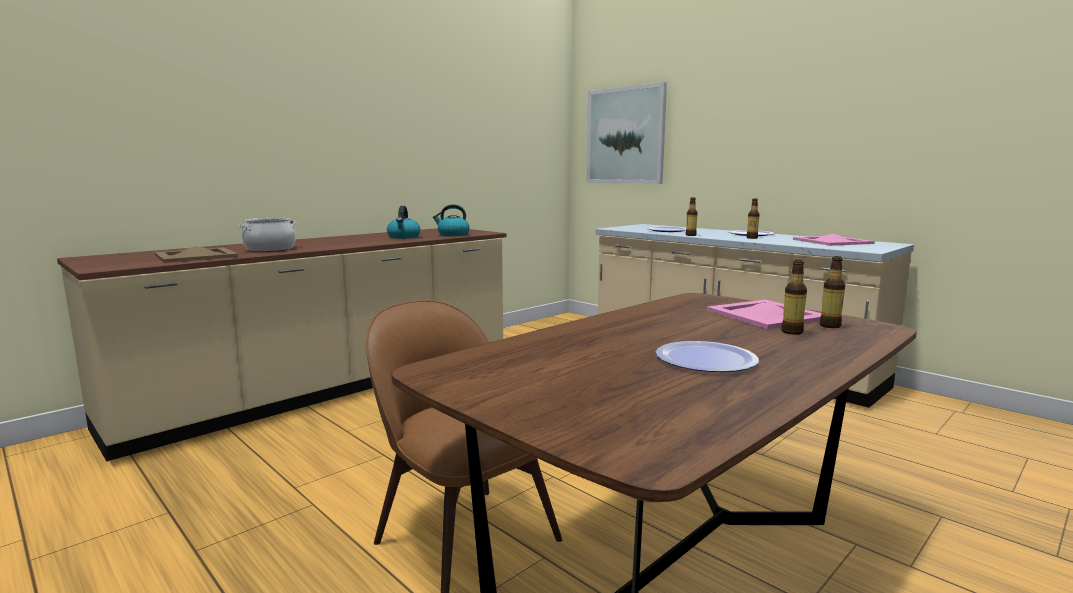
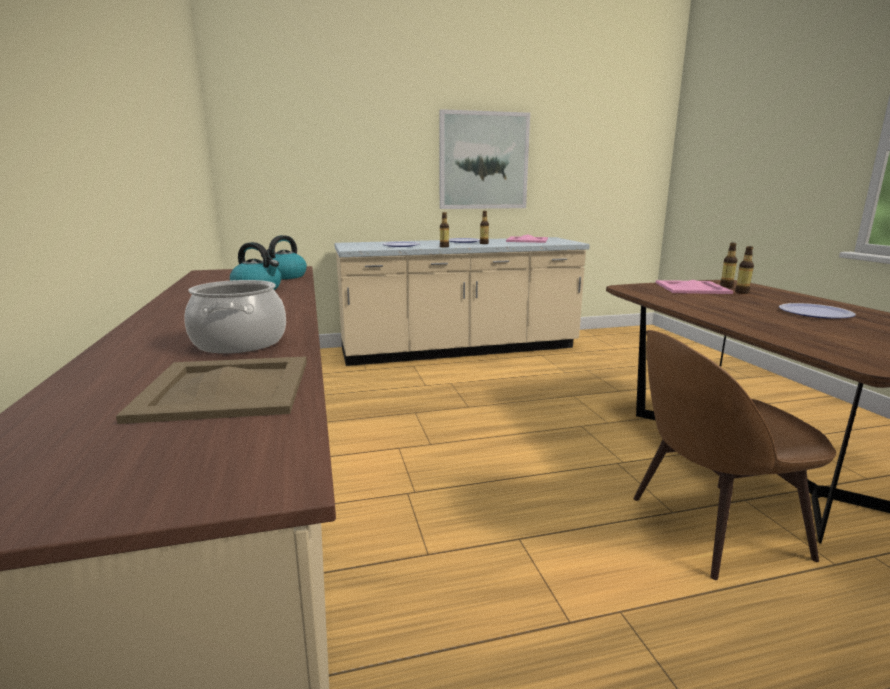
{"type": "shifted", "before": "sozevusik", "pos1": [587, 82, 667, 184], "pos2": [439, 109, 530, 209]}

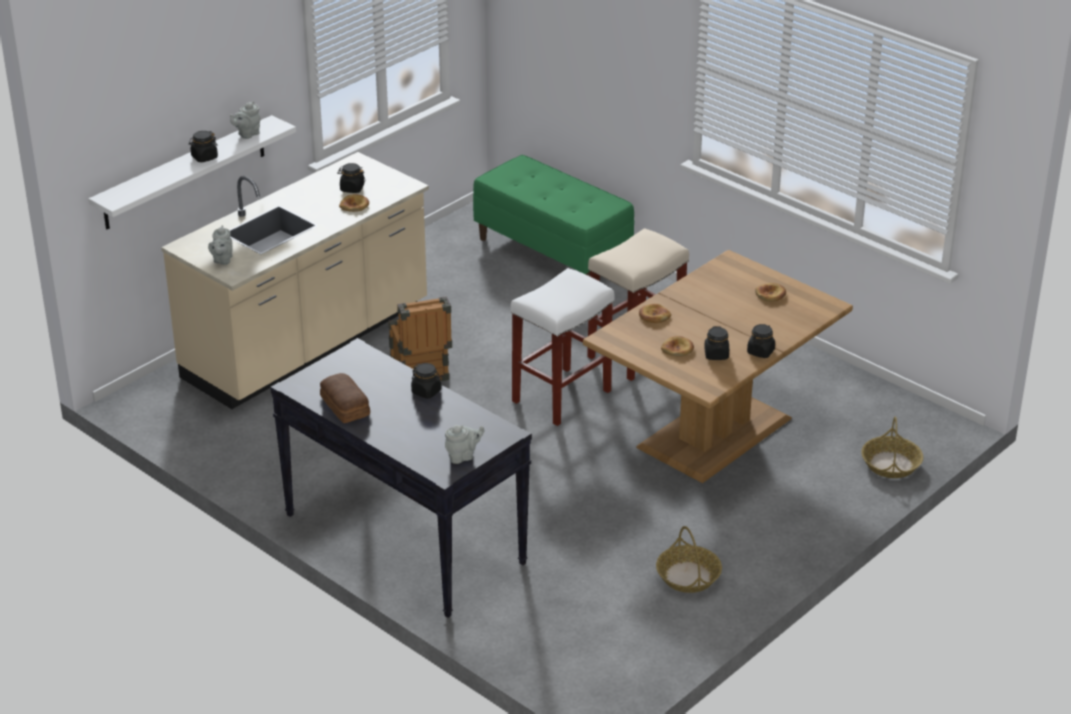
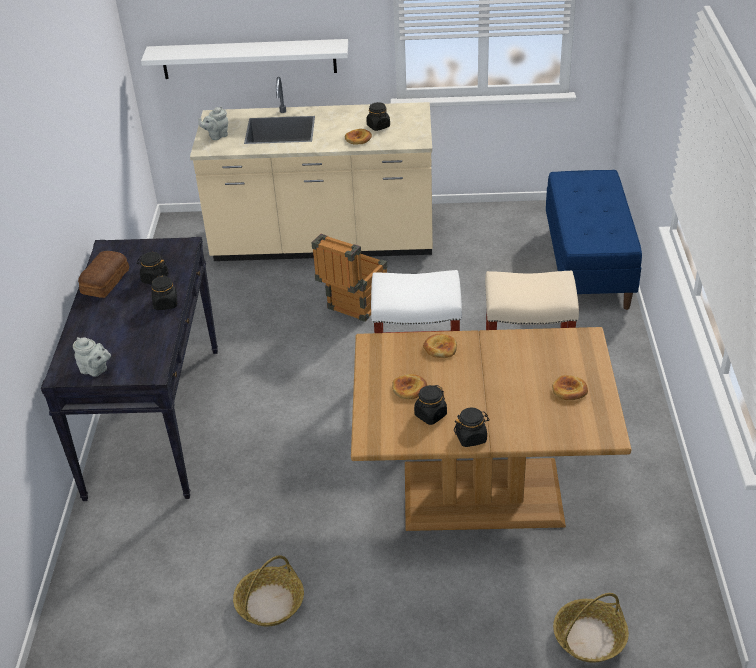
{"type": "shifted", "before": "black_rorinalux", "pos1": [189, 131, 218, 162], "pos2": [137, 252, 168, 284]}
{"type": "repainted", "before": "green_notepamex", "after": "blue_notepamex", "pos1": [473, 155, 634, 276], "pos2": [546, 170, 642, 310]}
{"type": "gone", "before": "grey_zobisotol", "pos1": [230, 101, 260, 139]}

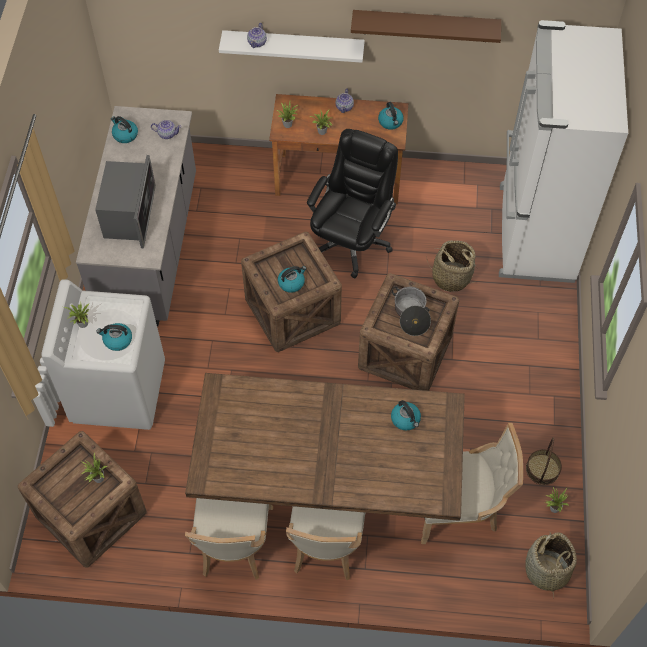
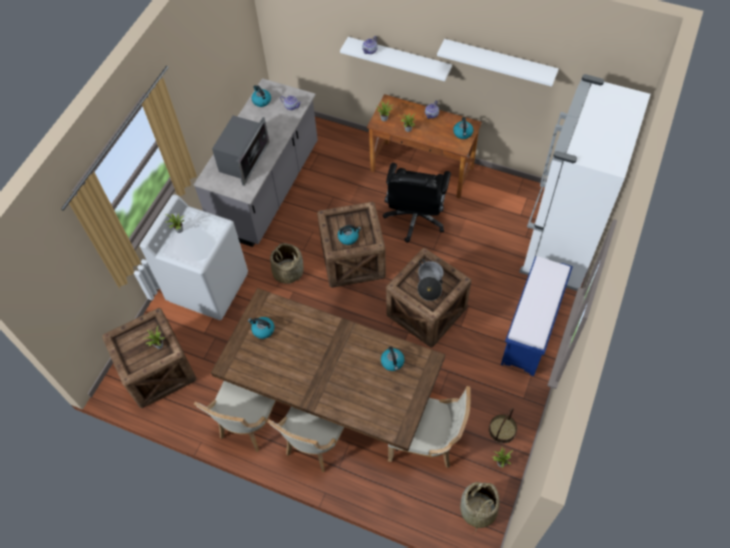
{"type": "shifted", "before": "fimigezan", "pos1": [96, 323, 132, 351], "pos2": [248, 317, 274, 339]}
{"type": "shifted", "before": "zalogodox", "pos1": [426, 240, 476, 292], "pos2": [270, 243, 304, 284]}
{"type": "rotated", "before": "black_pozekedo", "pos1": [307, 129, 398, 278], "pos2": [383, 163, 451, 243], "turn": 150}
{"type": "repainted", "before": "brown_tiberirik", "after": "white_tiberirik", "pos1": [351, 10, 501, 43], "pos2": [437, 39, 559, 87]}
{"type": "new", "after": "blue_notepamex", "pos2": [501, 256, 573, 376]}

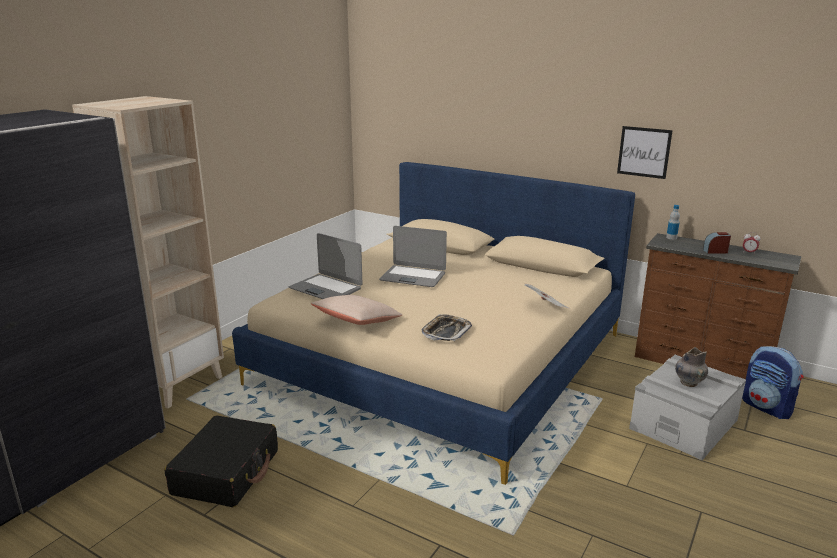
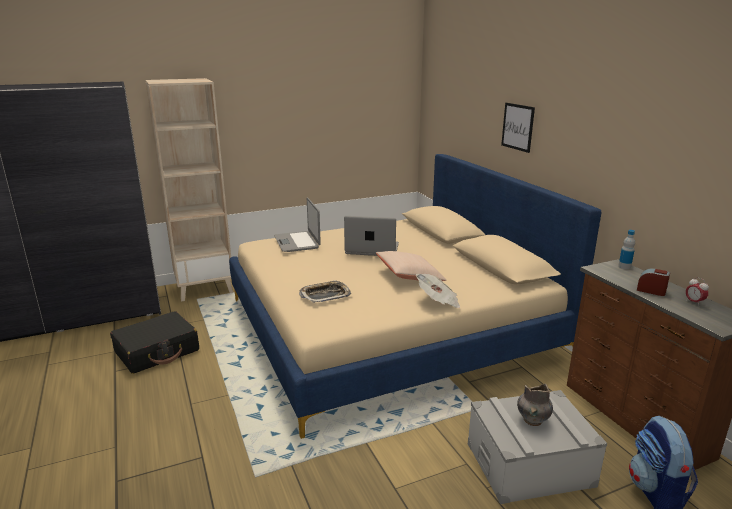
{"type": "rotated", "before": "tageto", "pos1": [379, 226, 447, 287], "pos2": [344, 216, 399, 256], "turn": 135}
{"type": "shifted", "before": "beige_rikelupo", "pos1": [311, 295, 402, 325], "pos2": [376, 251, 446, 281]}
{"type": "shifted", "before": "sozevusik", "pos1": [617, 126, 673, 179], "pos2": [501, 103, 535, 153]}

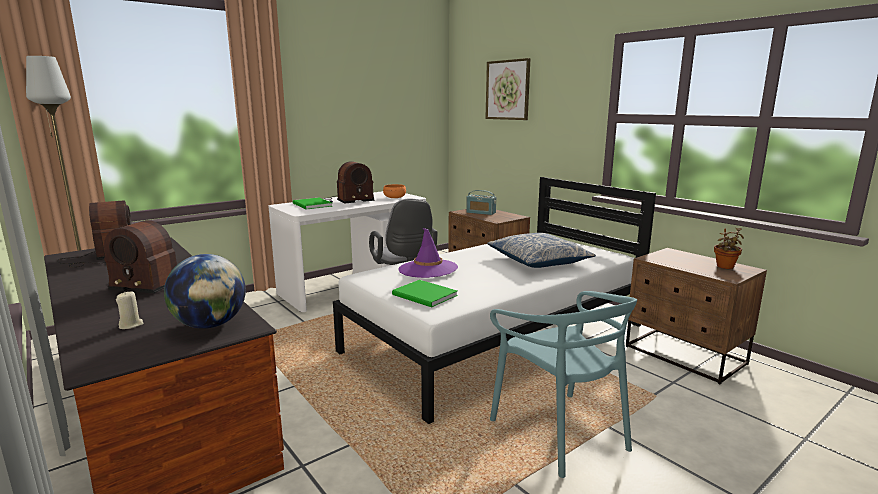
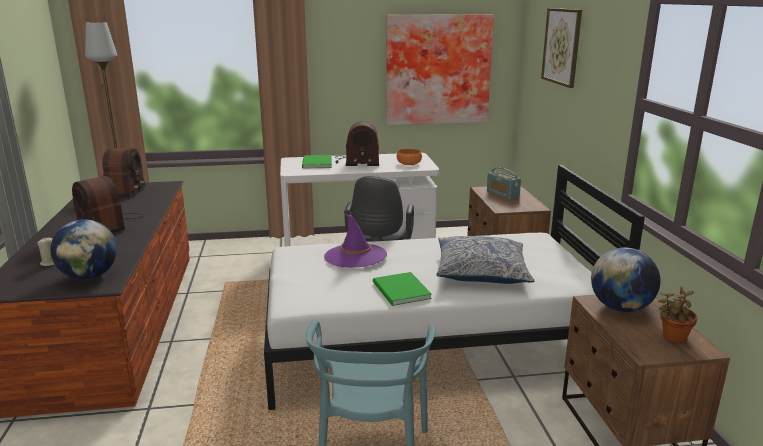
{"type": "shifted", "before": "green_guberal", "pos1": [392, 280, 458, 307], "pos2": [373, 272, 432, 306]}
{"type": "new", "after": "sozevusik", "pos2": [386, 14, 494, 125]}
{"type": "new", "after": "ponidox", "pos2": [591, 247, 660, 312]}

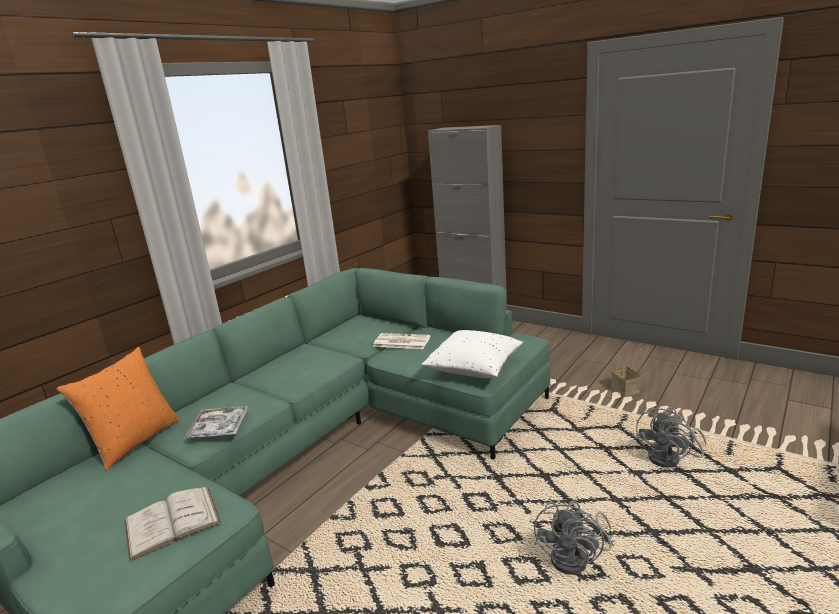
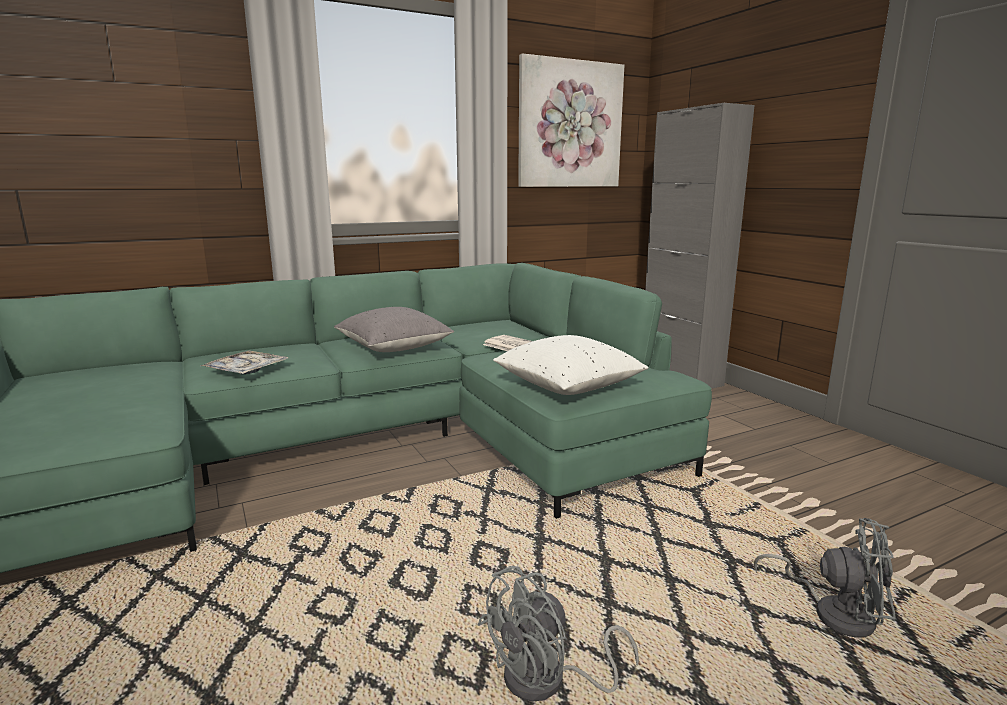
{"type": "new", "after": "grey_rikelupo", "pos2": [334, 307, 454, 352]}
{"type": "new", "after": "sozevusik", "pos2": [518, 53, 624, 187]}
{"type": "rotated", "before": "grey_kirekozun", "pos1": [635, 407, 706, 468], "pos2": [754, 518, 896, 638], "turn": -135}
{"type": "gone", "before": "orange_rikelupo", "pos1": [57, 347, 180, 471]}
{"type": "gone", "before": "white_guberal", "pos1": [125, 487, 221, 562]}
{"type": "gone", "before": "zalogodox", "pos1": [611, 345, 642, 396]}

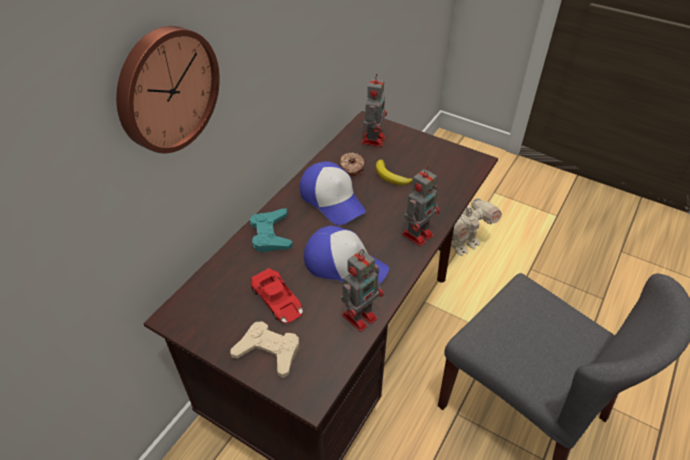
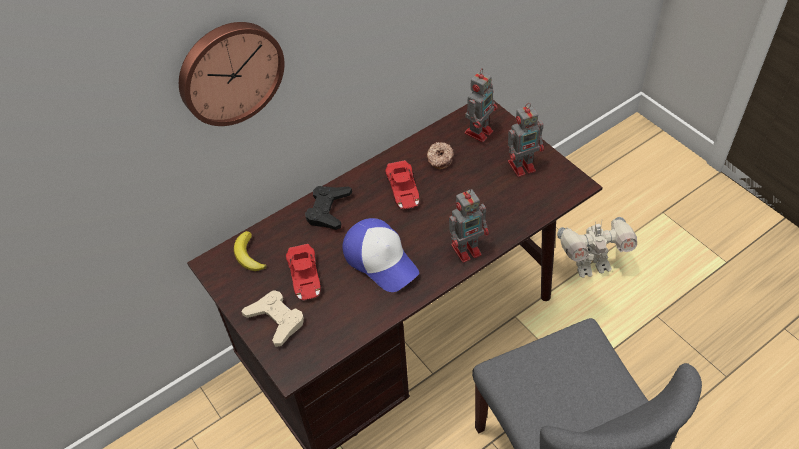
{"type": "shifted", "before": "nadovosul", "pos1": [375, 160, 413, 186], "pos2": [234, 231, 267, 271]}
{"type": "repainted", "before": "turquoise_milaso", "after": "black_milaso", "pos1": [250, 208, 293, 252], "pos2": [305, 186, 352, 230]}
{"type": "swapped", "before": "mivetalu", "after": "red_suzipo", "pos1": [299, 161, 366, 225], "pos2": [385, 160, 419, 209]}
{"type": "shifted", "before": "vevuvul", "pos1": [341, 249, 384, 332], "pos2": [508, 103, 544, 177]}

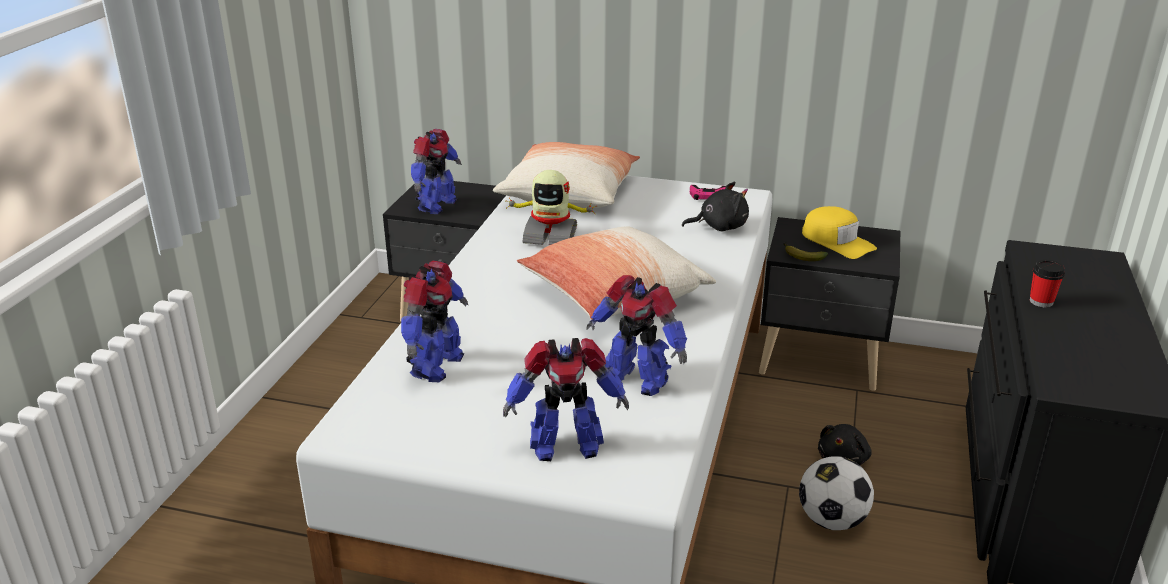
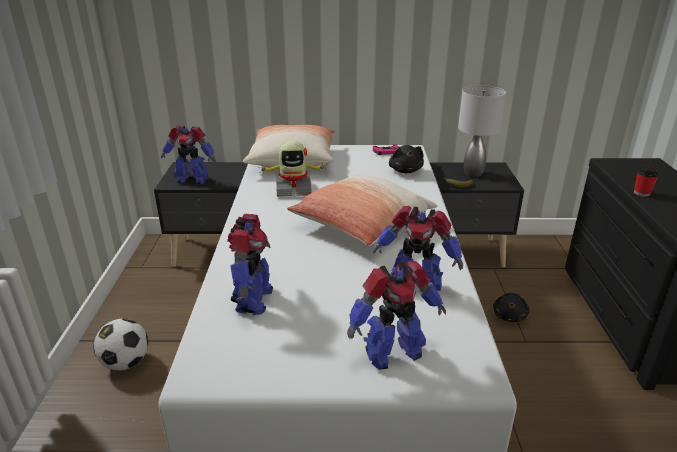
{"type": "shifted", "before": "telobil", "pos1": [799, 456, 874, 530], "pos2": [94, 318, 148, 371]}
{"type": "rotated", "before": "vevuvul", "pos1": [411, 129, 462, 214], "pos2": [161, 125, 216, 184], "turn": 90}
{"type": "rotated", "before": "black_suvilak", "pos1": [682, 182, 749, 231], "pos2": [389, 145, 424, 173], "turn": 105}
{"type": "swapped", "before": "yellow_mivetalu", "after": "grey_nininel", "pos1": [802, 206, 877, 259], "pos2": [458, 85, 506, 177]}

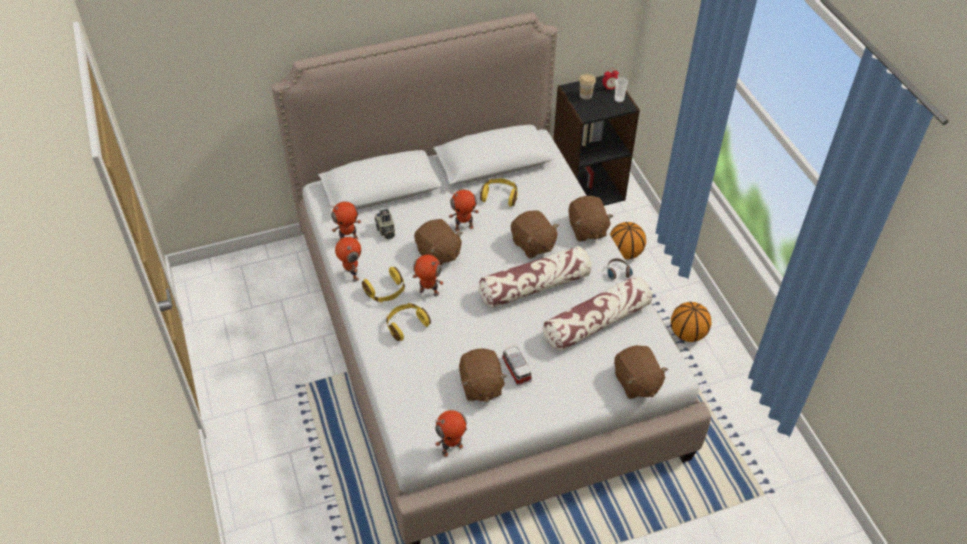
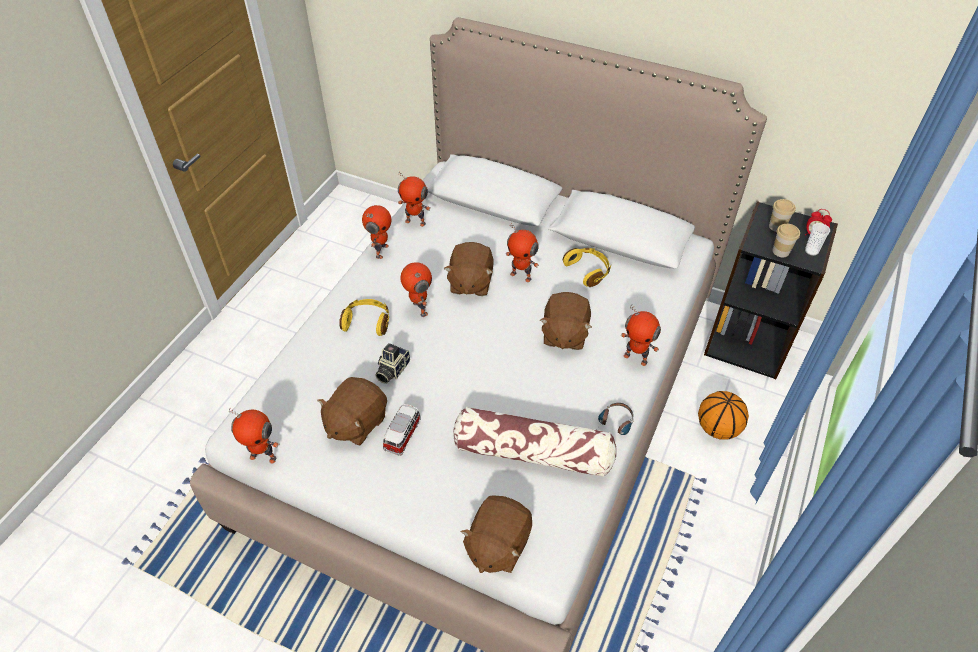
{"type": "shifted", "before": "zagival", "pos1": [374, 209, 395, 240], "pos2": [375, 343, 410, 384]}
{"type": "swapped", "before": "brown_suvilak", "after": "vevuvul", "pos1": [569, 196, 613, 242], "pos2": [621, 304, 661, 366]}
{"type": "new", "after": "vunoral", "pos2": [772, 224, 800, 257]}
{"type": "gone", "before": "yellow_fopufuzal", "pos1": [362, 267, 405, 303]}
{"type": "gone", "before": "rikelupo", "pos1": [479, 246, 592, 308]}
{"type": "gone", "before": "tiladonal", "pos1": [671, 302, 712, 342]}

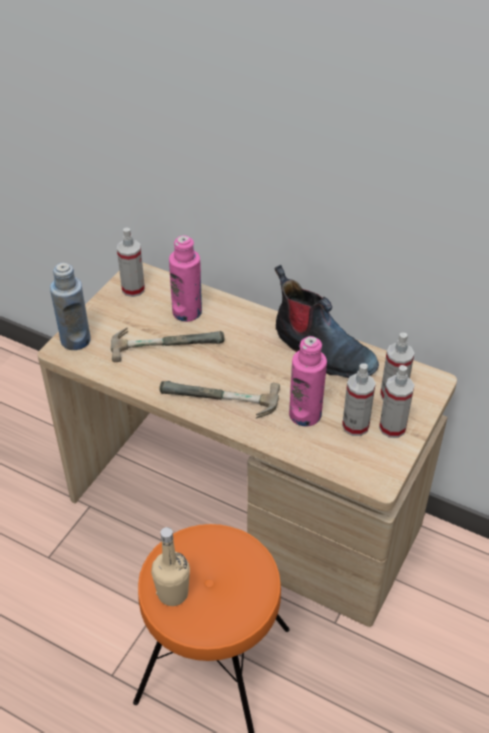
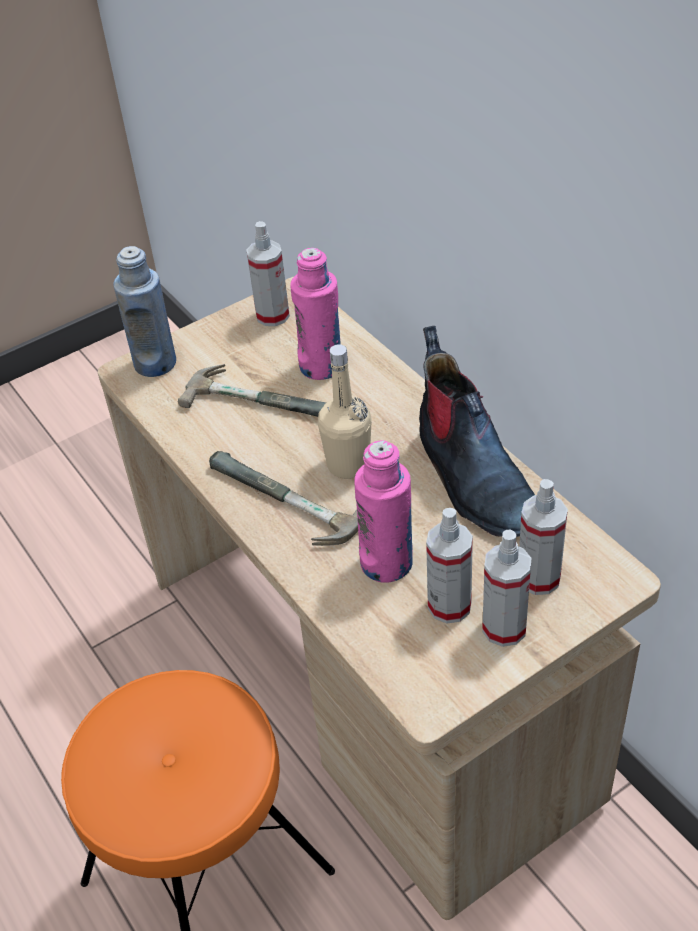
{"type": "shifted", "before": "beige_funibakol", "pos1": [151, 527, 190, 606], "pos2": [318, 344, 372, 479]}

